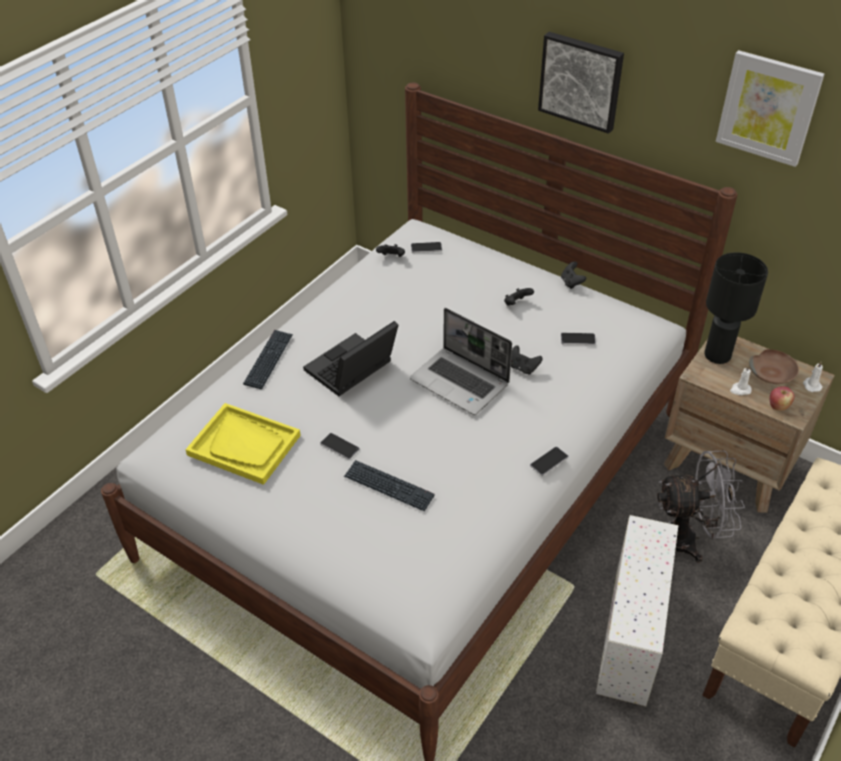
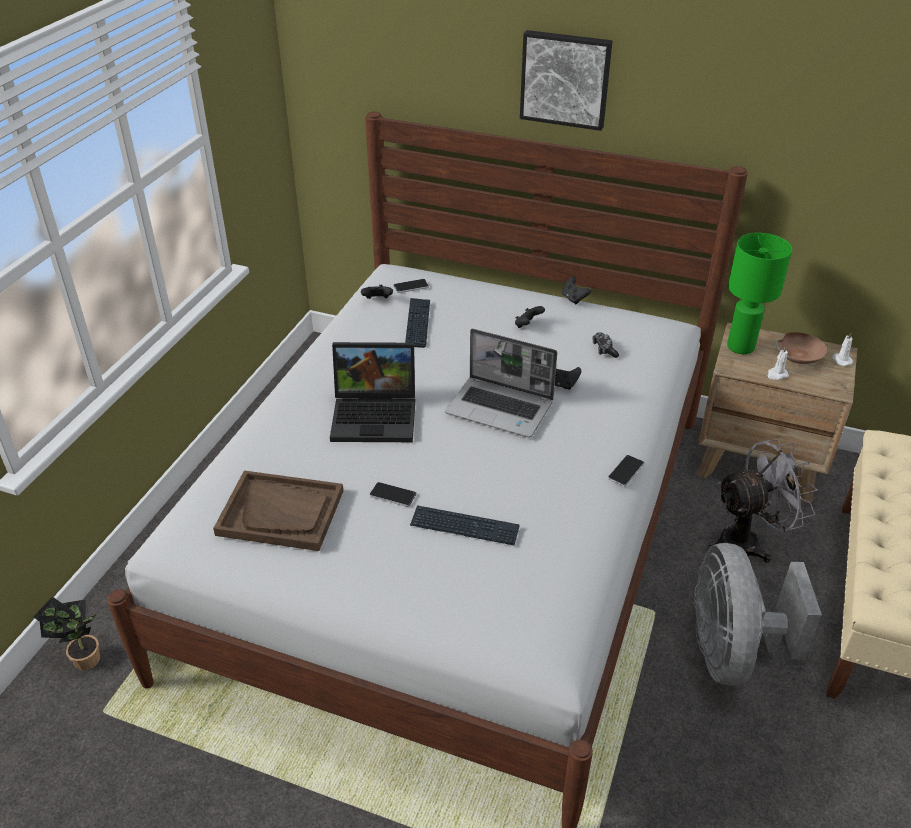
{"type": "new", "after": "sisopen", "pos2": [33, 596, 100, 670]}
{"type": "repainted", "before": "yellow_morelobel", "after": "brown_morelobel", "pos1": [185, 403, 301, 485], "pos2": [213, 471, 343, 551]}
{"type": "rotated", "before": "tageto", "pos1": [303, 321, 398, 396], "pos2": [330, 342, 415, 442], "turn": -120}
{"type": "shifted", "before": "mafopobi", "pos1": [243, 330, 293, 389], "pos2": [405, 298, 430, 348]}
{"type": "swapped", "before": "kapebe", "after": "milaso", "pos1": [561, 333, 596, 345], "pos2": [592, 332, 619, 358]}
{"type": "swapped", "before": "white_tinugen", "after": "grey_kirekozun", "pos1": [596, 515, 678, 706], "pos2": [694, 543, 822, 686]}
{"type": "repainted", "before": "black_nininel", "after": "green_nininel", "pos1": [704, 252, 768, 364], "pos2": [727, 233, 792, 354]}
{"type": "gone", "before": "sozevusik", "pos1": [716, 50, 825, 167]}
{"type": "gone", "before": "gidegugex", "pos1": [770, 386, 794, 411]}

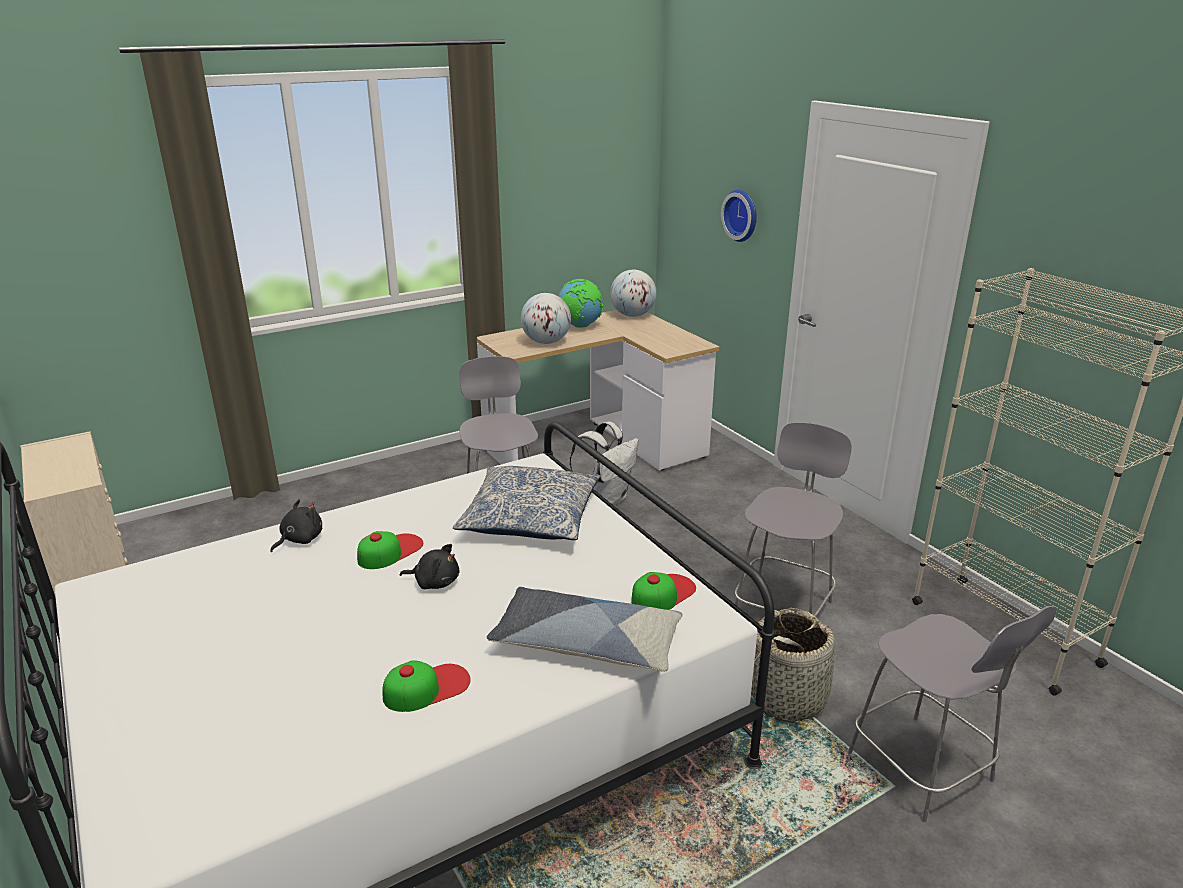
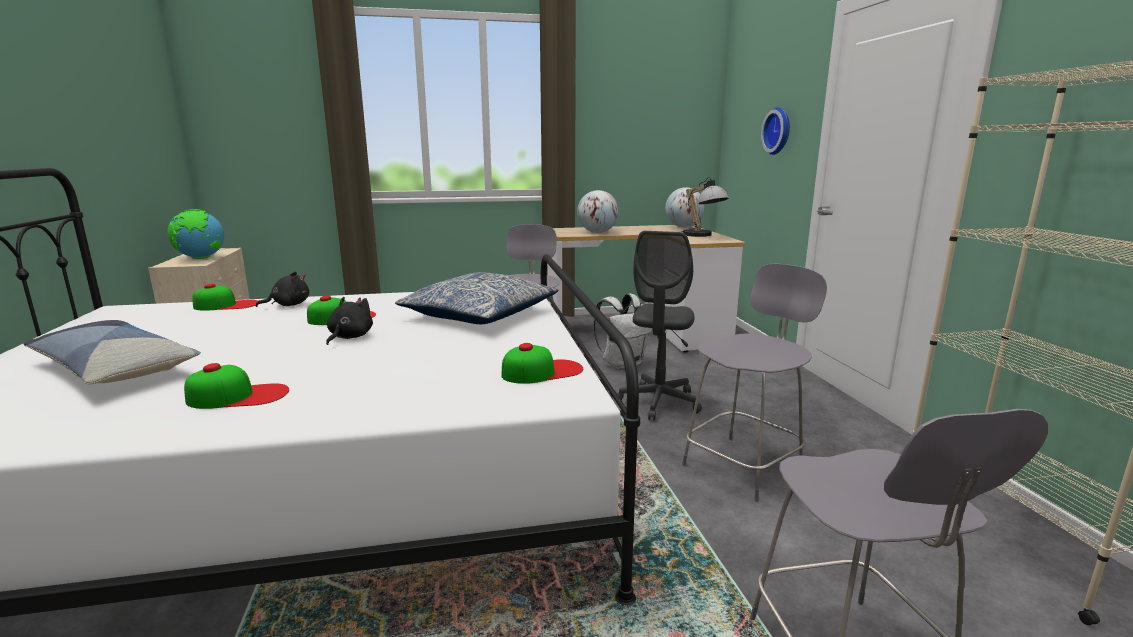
{"type": "shifted", "before": "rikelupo", "pos1": [487, 587, 683, 672], "pos2": [23, 320, 201, 385]}
{"type": "shifted", "before": "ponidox", "pos1": [559, 279, 603, 328], "pos2": [167, 209, 224, 259]}
{"type": "new", "after": "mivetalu", "pos2": [192, 284, 258, 310]}
{"type": "rotated", "before": "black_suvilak", "pos1": [400, 544, 459, 589], "pos2": [326, 297, 373, 345], "turn": -105}
{"type": "new", "after": "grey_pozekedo", "pos2": [617, 231, 702, 421]}
{"type": "new", "after": "nininel", "pos2": [681, 177, 729, 237]}
{"type": "gone", "before": "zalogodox", "pos1": [751, 608, 840, 723]}

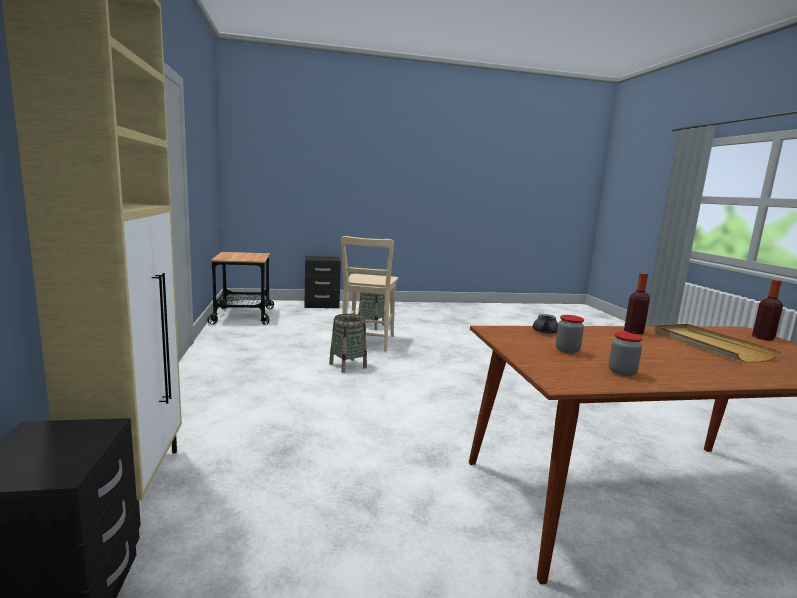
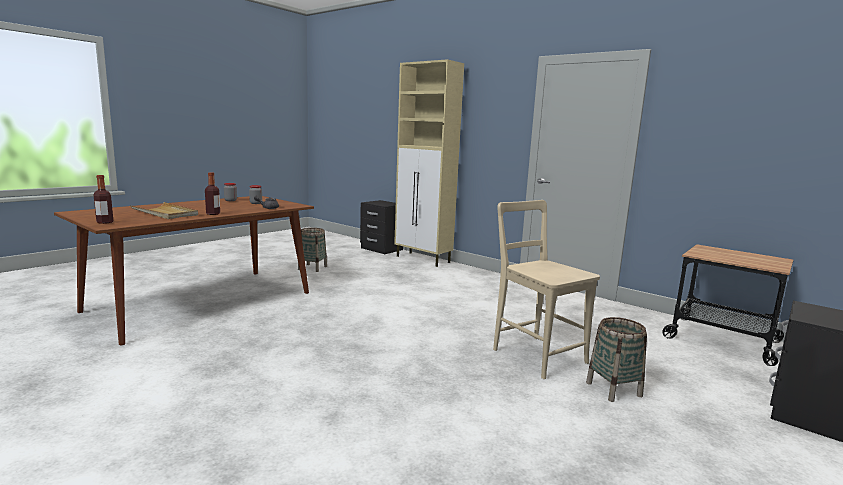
{"type": "shifted", "before": "zalogodox", "pos1": [329, 314, 367, 373], "pos2": [298, 228, 327, 272]}

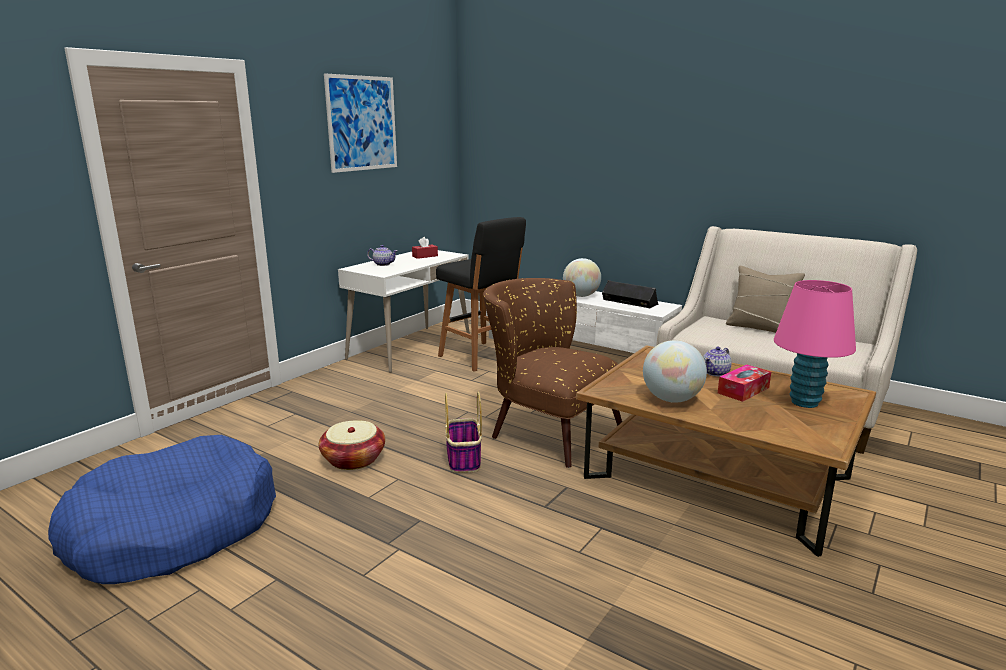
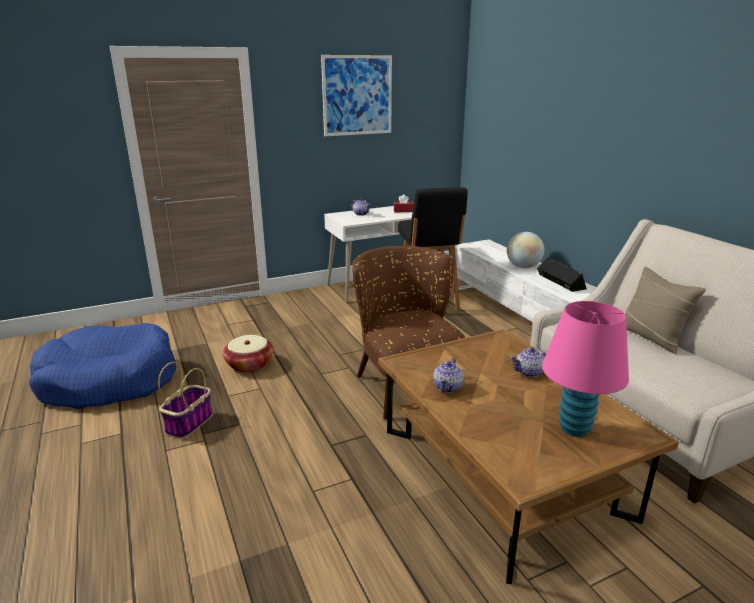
{"type": "shifted", "before": "zalogodox", "pos1": [445, 391, 482, 473], "pos2": [158, 362, 213, 439]}
{"type": "swapped", "before": "ponidox", "after": "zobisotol", "pos1": [643, 340, 707, 403], "pos2": [433, 358, 464, 393]}
{"type": "gone", "before": "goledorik", "pos1": [718, 364, 771, 402]}

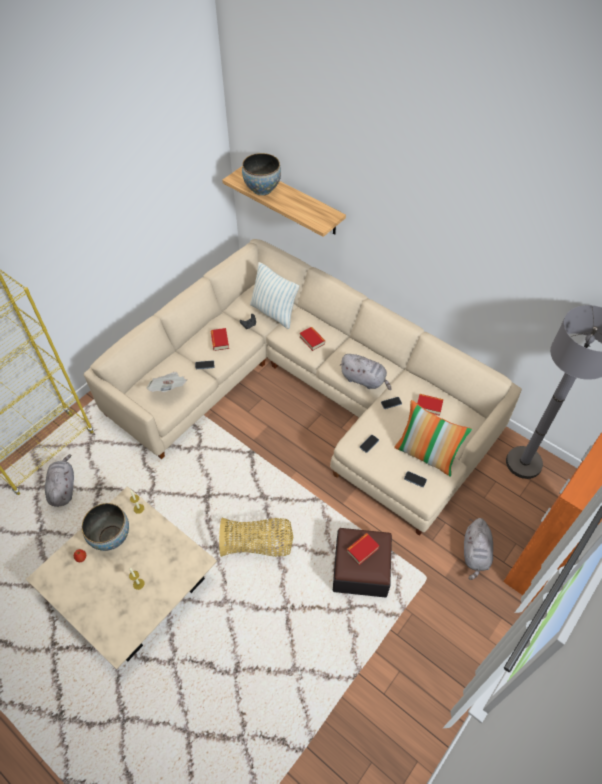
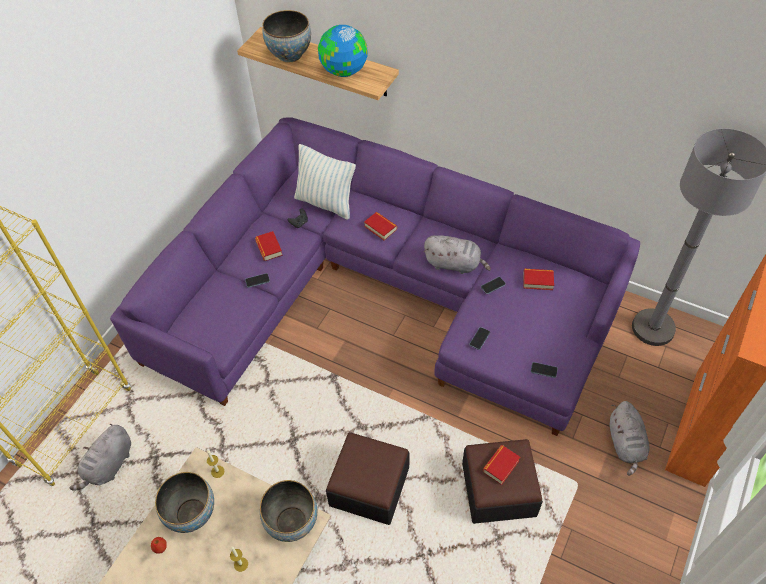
{"type": "rotated", "before": "grey_suvilak", "pos1": [45, 454, 74, 507], "pos2": [70, 424, 131, 490], "turn": -135}
{"type": "repainted", "before": "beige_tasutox", "after": "purple_tasutox", "pos1": [84, 239, 522, 536], "pos2": [110, 118, 640, 436]}
{"type": "new", "after": "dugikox", "pos2": [260, 480, 317, 542]}
{"type": "new", "after": "ponidox", "pos2": [318, 25, 368, 77]}
{"type": "swapped", "before": "zalogodox", "after": "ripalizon", "pos1": [219, 517, 293, 557], "pos2": [326, 432, 409, 525]}
{"type": "gone", "before": "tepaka", "pos1": [147, 372, 187, 392]}
{"type": "gone", "before": "rikelupo", "pos1": [394, 400, 472, 477]}

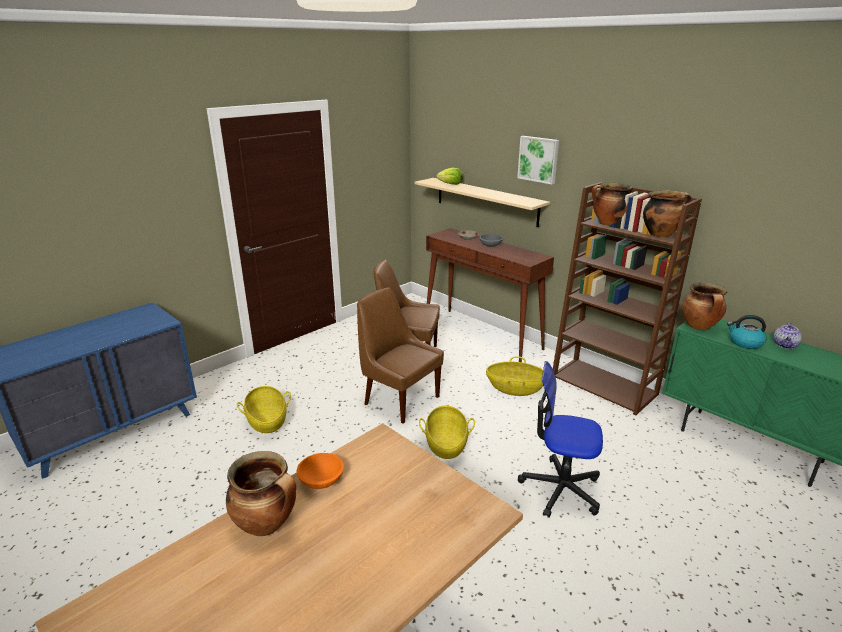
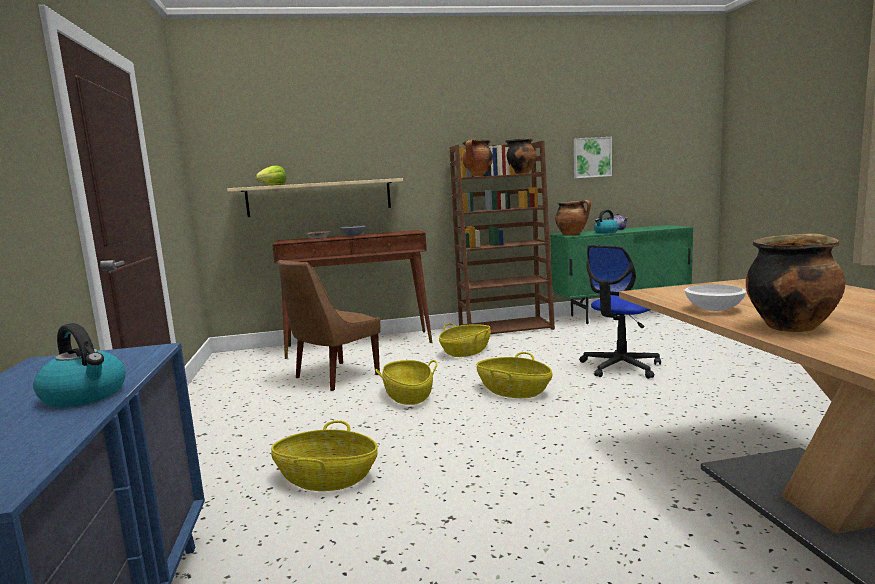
{"type": "new", "after": "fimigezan", "pos2": [33, 323, 126, 407]}
{"type": "swapped", "before": "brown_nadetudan", "after": "zalogodox", "pos1": [357, 287, 444, 424], "pos2": [375, 360, 437, 405]}
{"type": "shifted", "before": "sozevusik", "pos1": [517, 136, 559, 185], "pos2": [574, 137, 612, 178]}
{"type": "repainted", "before": "orange_dugikox", "after": "white_dugikox", "pos1": [297, 453, 344, 489], "pos2": [685, 284, 746, 311]}

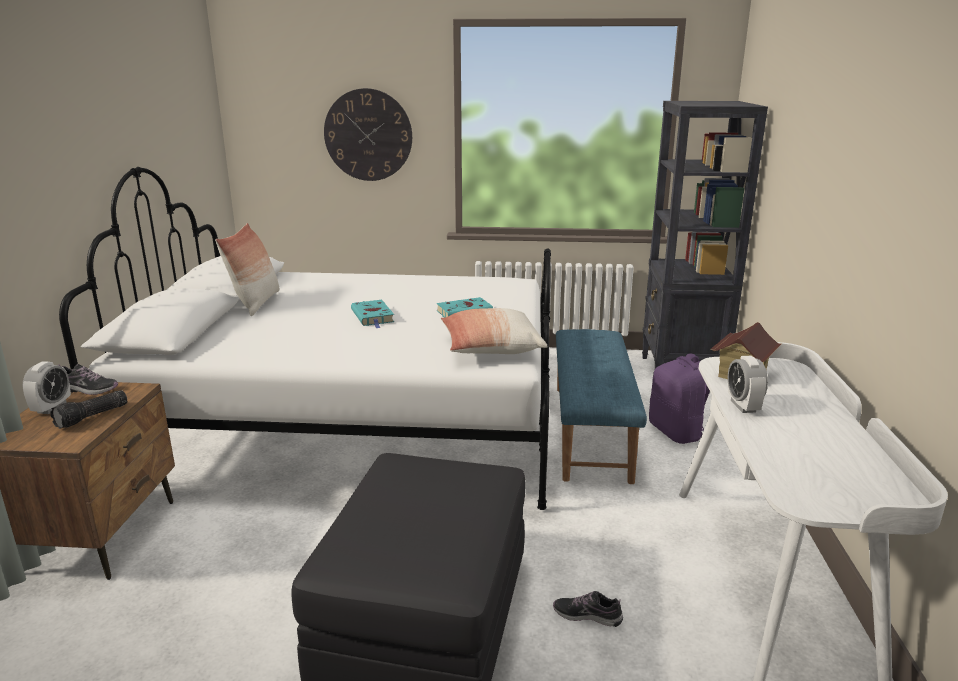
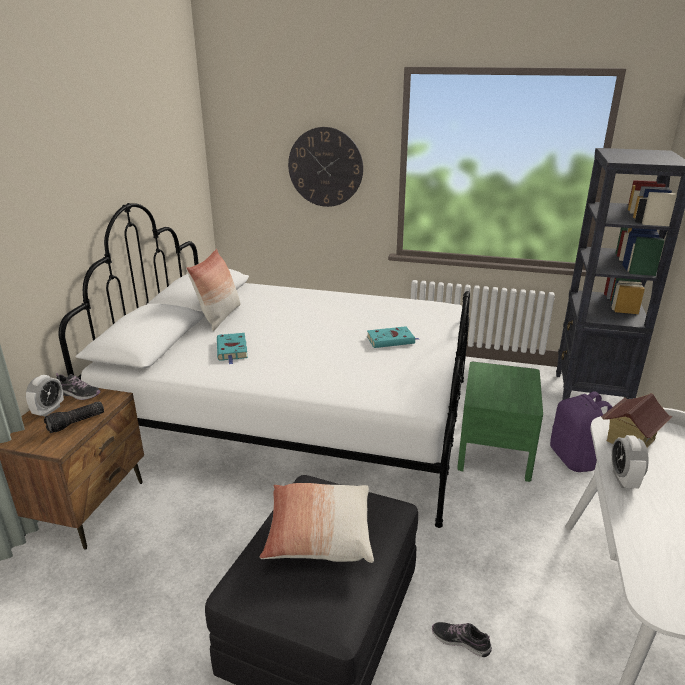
{"type": "shifted", "before": "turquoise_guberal", "pos1": [351, 300, 394, 328], "pos2": [217, 333, 248, 364]}
{"type": "shifted", "before": "rikelupo", "pos1": [441, 308, 548, 354], "pos2": [260, 483, 374, 563]}
{"type": "swapped", "before": "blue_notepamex", "after": "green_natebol", "pos1": [556, 329, 647, 484], "pos2": [457, 362, 543, 482]}

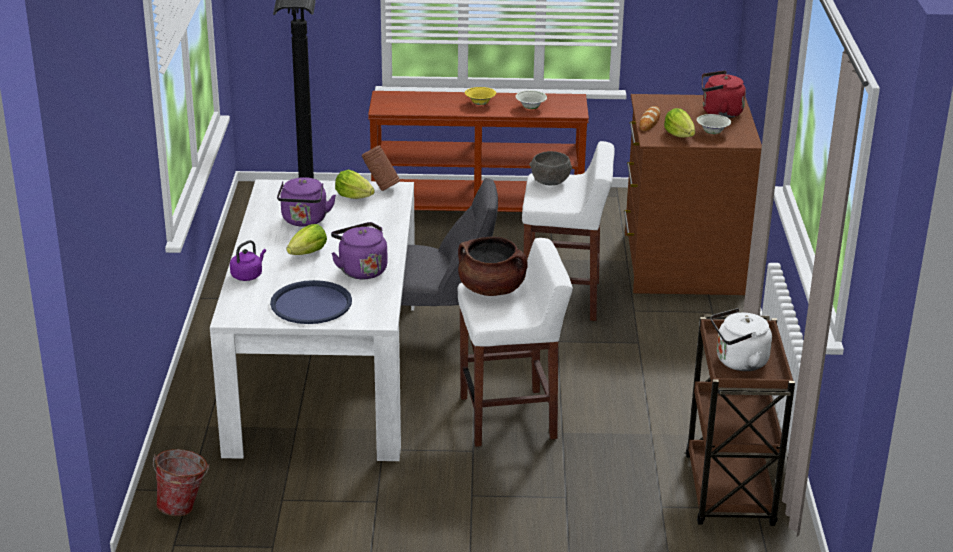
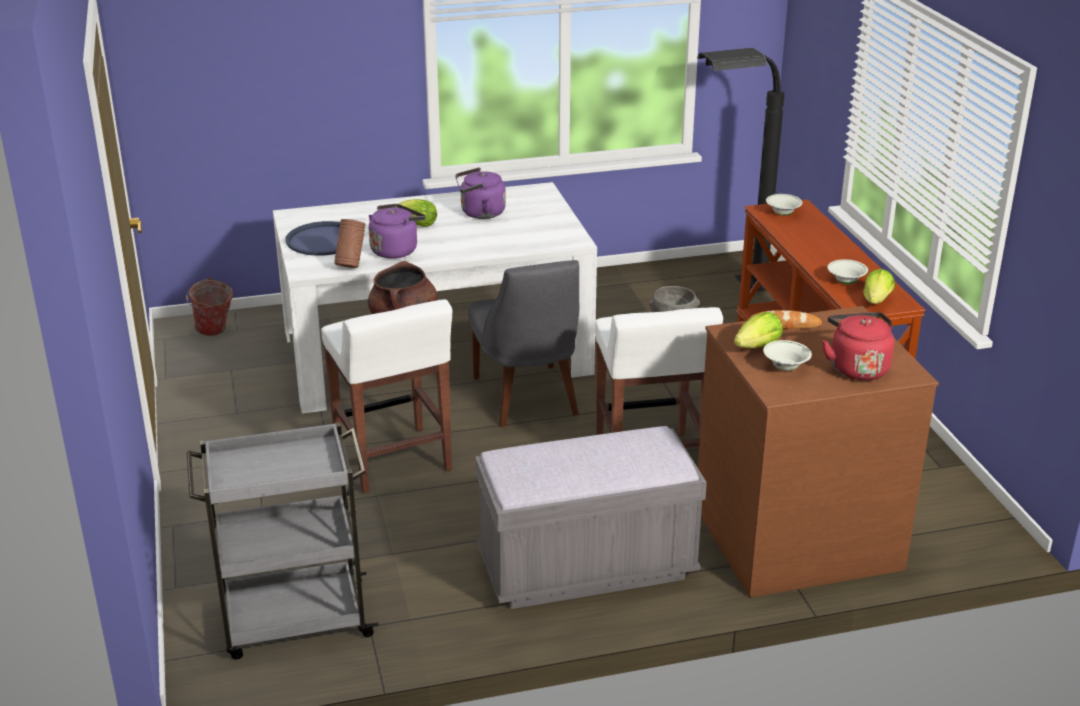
{"type": "repainted", "before": "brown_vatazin", "after": "grey_vatazin", "pos1": [685, 315, 795, 526], "pos2": [187, 423, 378, 659]}
{"type": "shifted", "before": "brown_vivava", "pos1": [362, 145, 400, 191], "pos2": [334, 219, 366, 268]}
{"type": "new", "after": "grey_notepamex", "pos2": [475, 426, 707, 609]}
{"type": "new", "after": "white_dugikox", "pos2": [766, 194, 803, 215]}
{"type": "shifted", "before": "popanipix", "pos1": [335, 170, 375, 199], "pos2": [863, 269, 895, 304]}
{"type": "gone", "before": "purple_fimigezan", "pos1": [230, 240, 266, 281]}
{"type": "gone", "before": "yellow_dugikox", "pos1": [465, 87, 496, 105]}
{"type": "gone", "before": "white_fimigezan", "pos1": [711, 308, 772, 371]}

